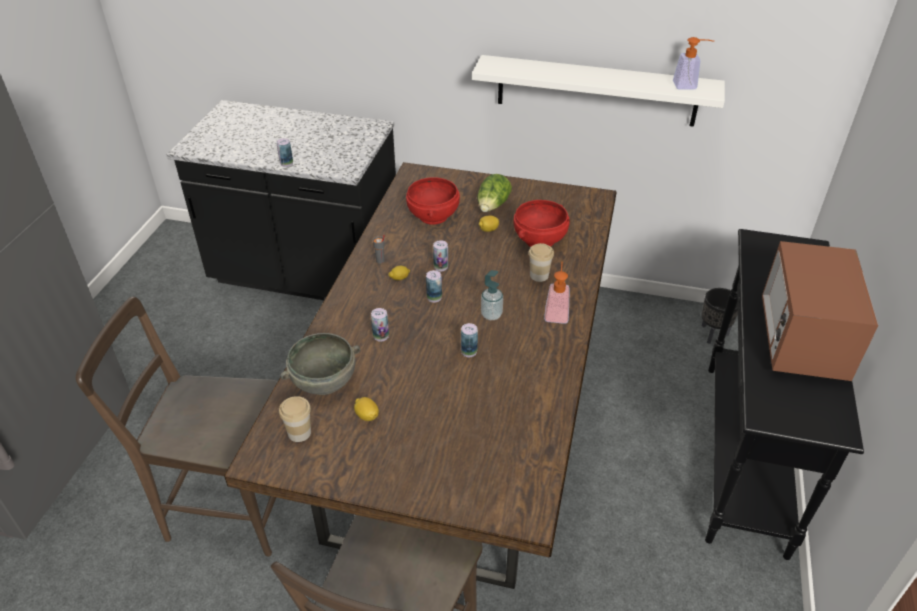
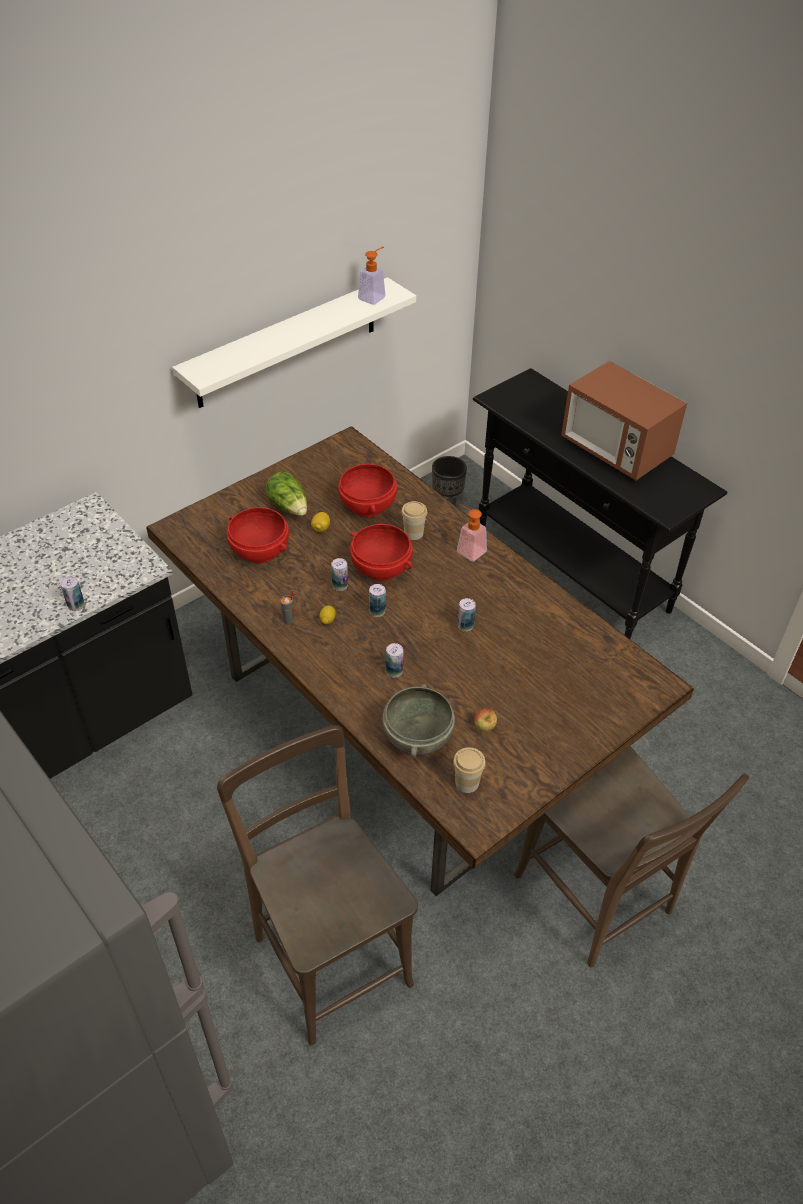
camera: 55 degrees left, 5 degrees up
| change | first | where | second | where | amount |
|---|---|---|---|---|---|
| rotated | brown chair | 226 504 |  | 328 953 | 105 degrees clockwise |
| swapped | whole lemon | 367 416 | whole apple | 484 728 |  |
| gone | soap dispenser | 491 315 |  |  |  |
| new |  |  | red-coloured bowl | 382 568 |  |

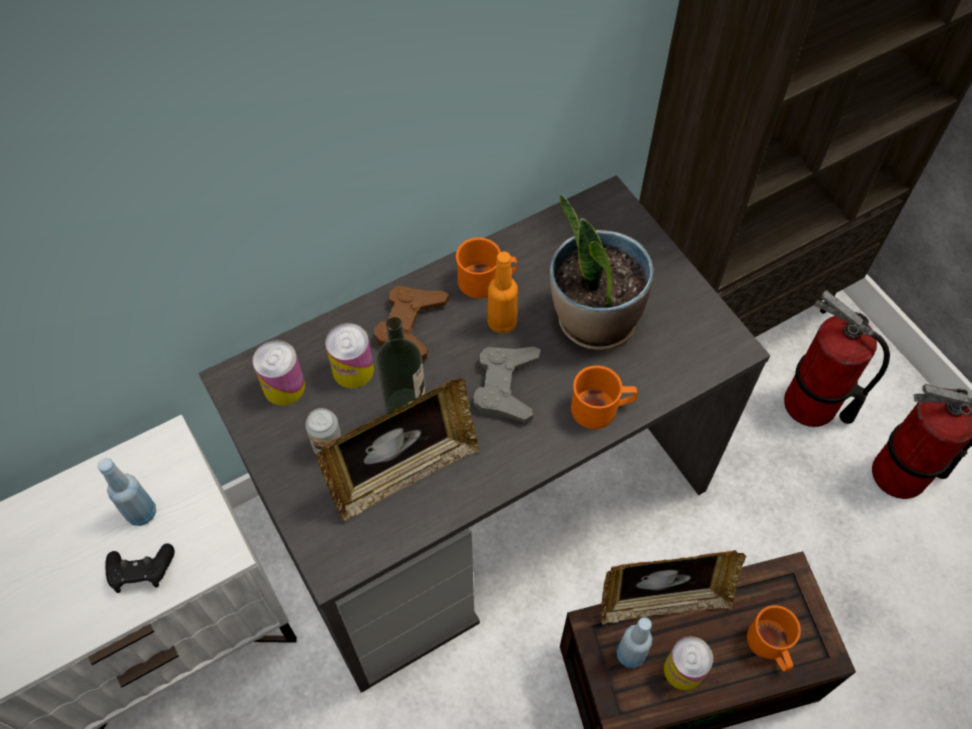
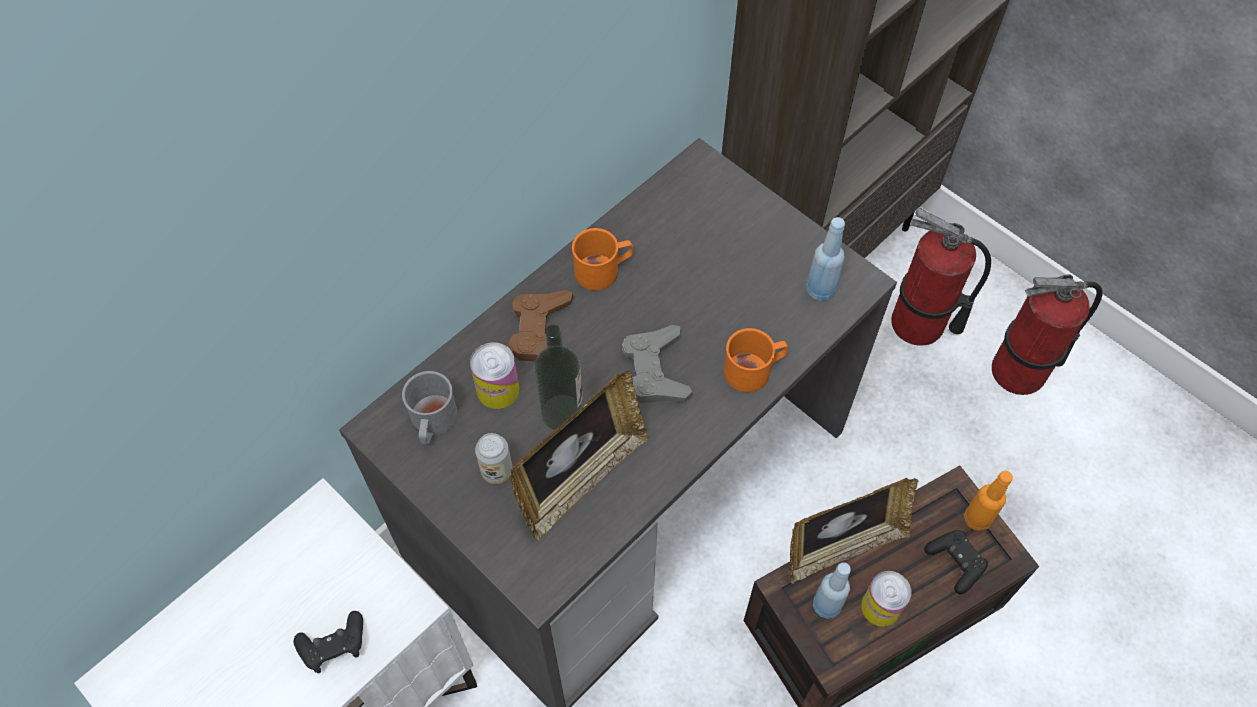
camera: 15 degrees left, 0 degrees up
| change | first | where | second | where | amount |
|---|---|---|---|---|---|
| shifted | blue-coloured bottle | 141 512 |  | 820 290 |  |
| swapped | metal can | 284 387 | gray tea mug | 433 423 |  |
| shifted | orangey bottle | 502 322 |  | 977 519 |  |
| gone | potted plant | 594 320 |  |  |  |
| swapped | orangey tea mug | 770 646 | black-coloured joypad | 955 563 |  |

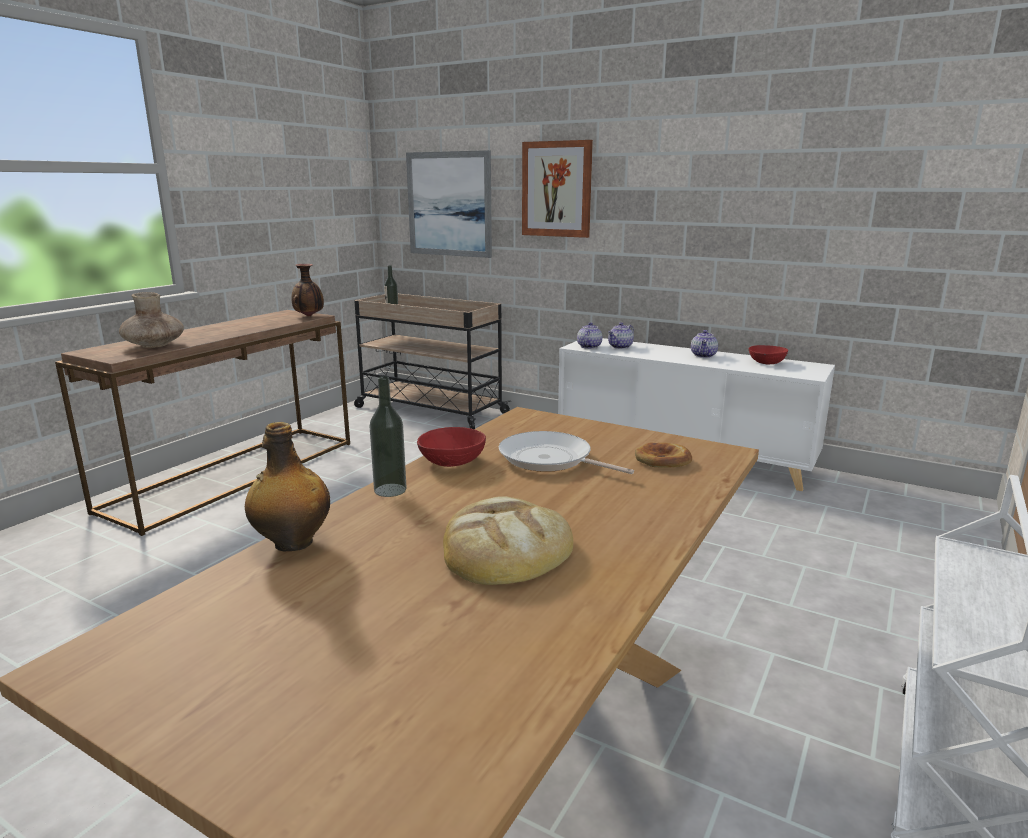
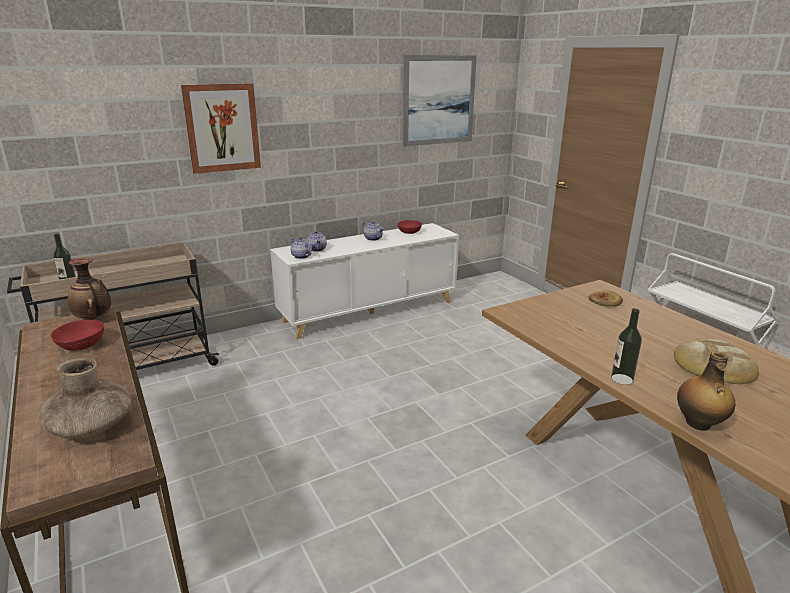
camera: 60 degrees left, 5 degrees up
| change | first | where | second | where | amount |
|---|---|---|---|---|---|
| shifted | wall picture | 449 204 |  | 439 100 |  |
| shifted | red-coloured bowl | 453 461 |  | 82 345 |  |
| gone | frying pan | 549 460 |  |  |  |

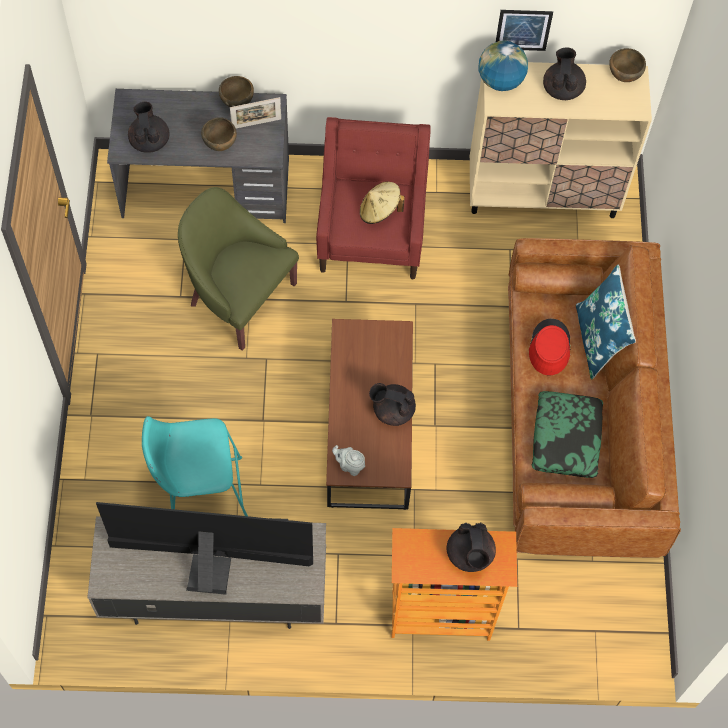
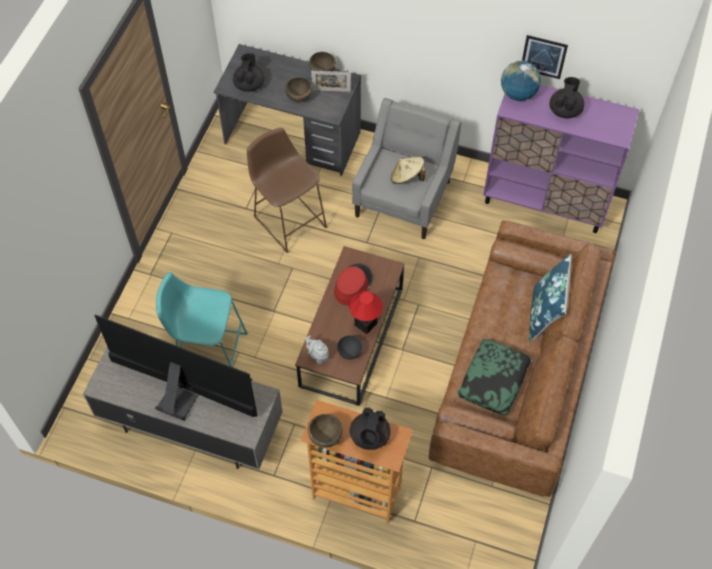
camera: 20 degrees right, 5 degrees down
| change | first | where | second | where | amount |
|---|---|---|---|---|---|
| swapped | green-coloured easy chair | 238 297 | brown sitting stool | 288 219 |  |
| repainted | red-coloured easy chair | 371 231 | gray easy chair | 404 197 |  |
| swapped | black-coloured teapot | 392 410 | table lamp | 365 324 |  |
| repainted | sand-coloured cupboard | 543 193 | purplish cupboard | 545 202 |  |
| shifted | red-coloured hat | 549 347 |  | 353 285 |  |
| shifted | brown bowl | 623 76 |  | 325 438 |  |
| new |  |  | gray bowl | 349 352 |  |

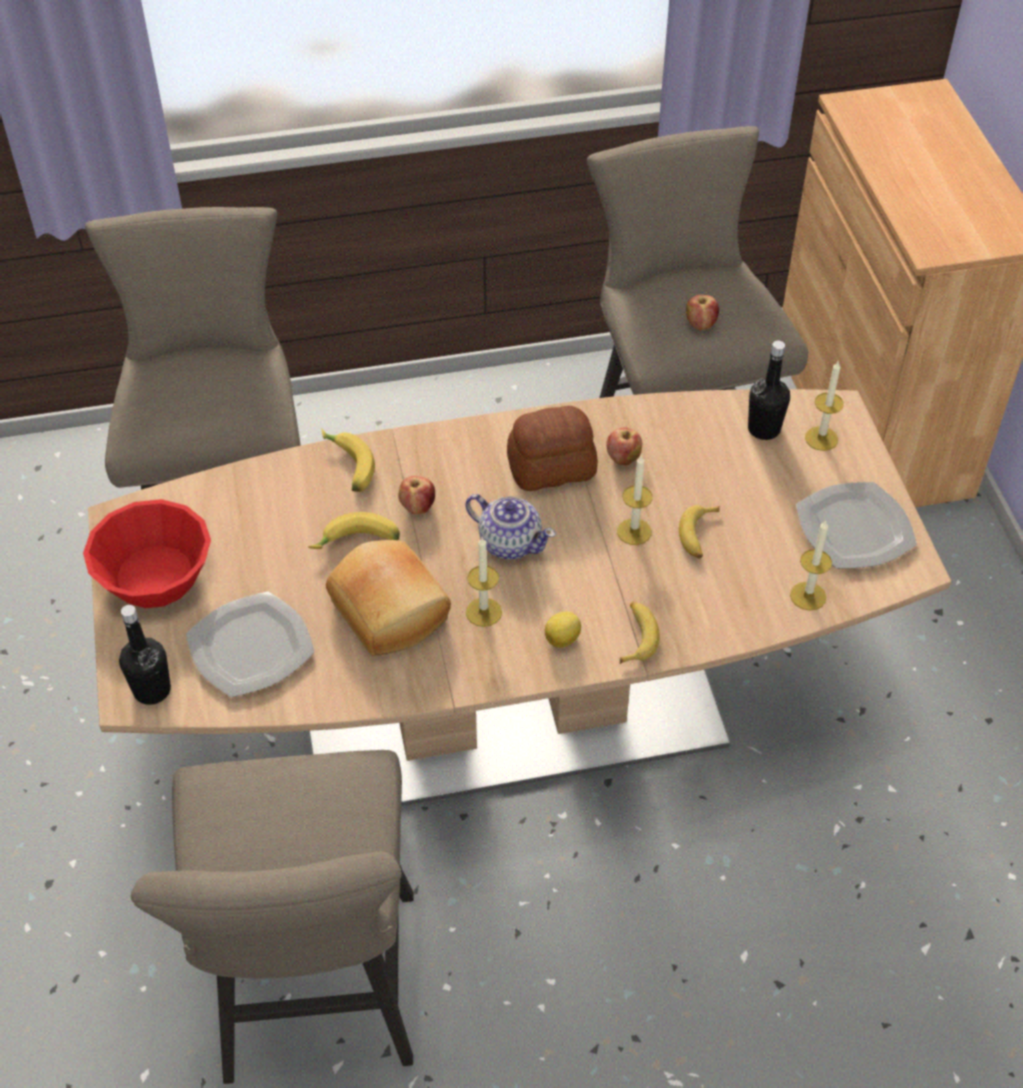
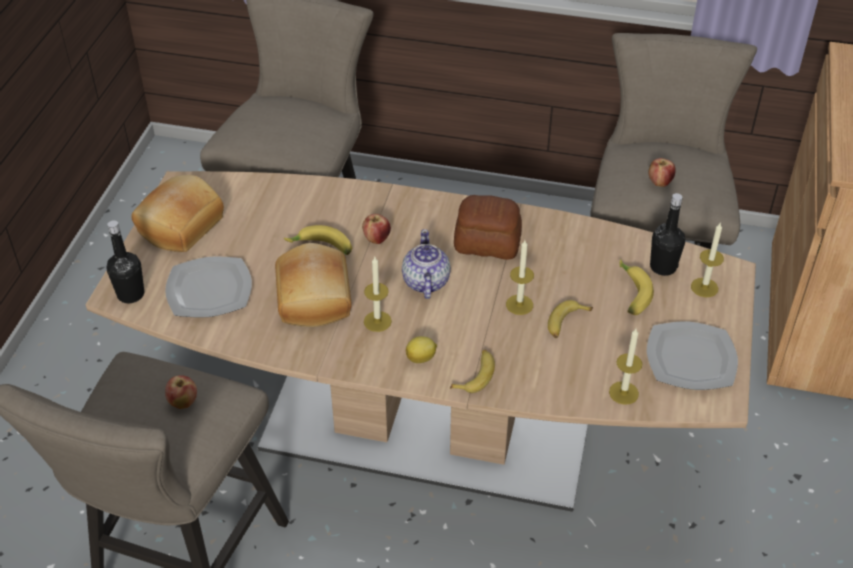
camera: 25 degrees right, 5 degrees down
| change | first | where | second | where | amount |
|---|---|---|---|---|---|
| swapped | red-coloured bowl | 154 575 | bread | 179 225 |  |
| shifted | banana fruit | 347 467 |  | 630 293 |  |
| rotated | teapot | 509 542 |  | 425 282 | 150 degrees counterclockwise |
| shifted | whole apple | 623 459 |  | 183 402 |  |

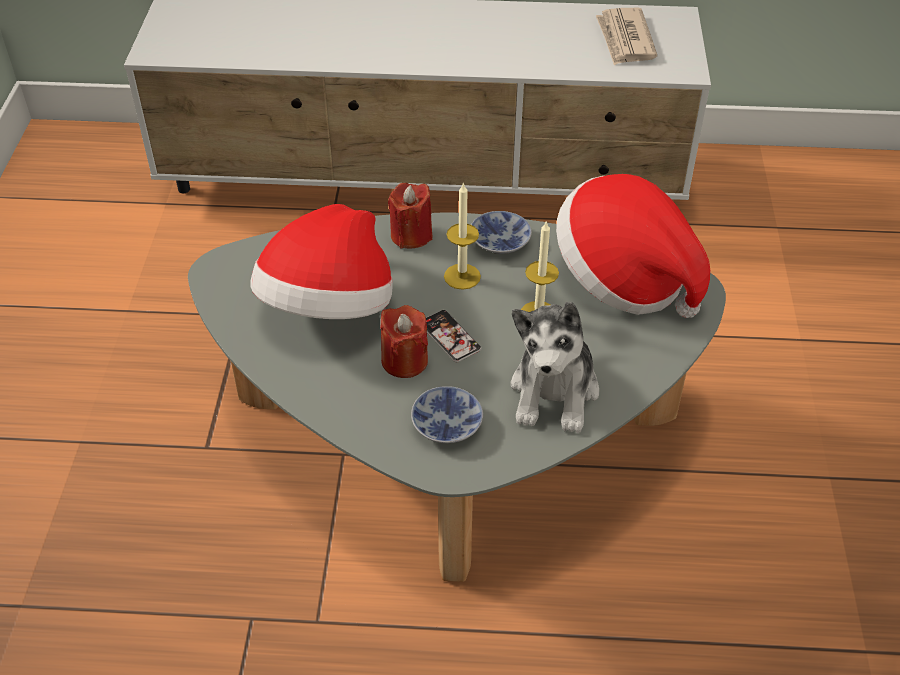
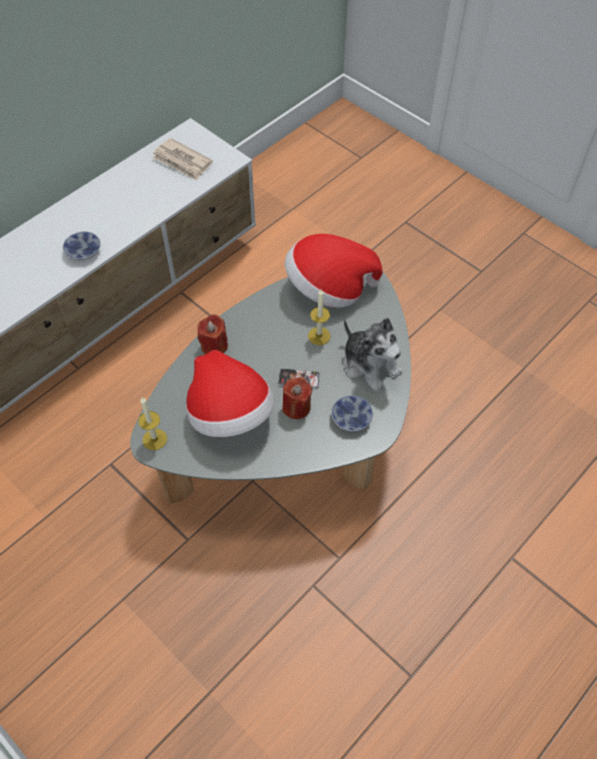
camera: 50 degrees left, 10 degrees up
| change | first | where | second | where | amount |
|---|---|---|---|---|---|
| shifted | candle | 462 276 |  | 154 439 |  |
| shifted | bowl | 498 242 |  | 83 252 |  |

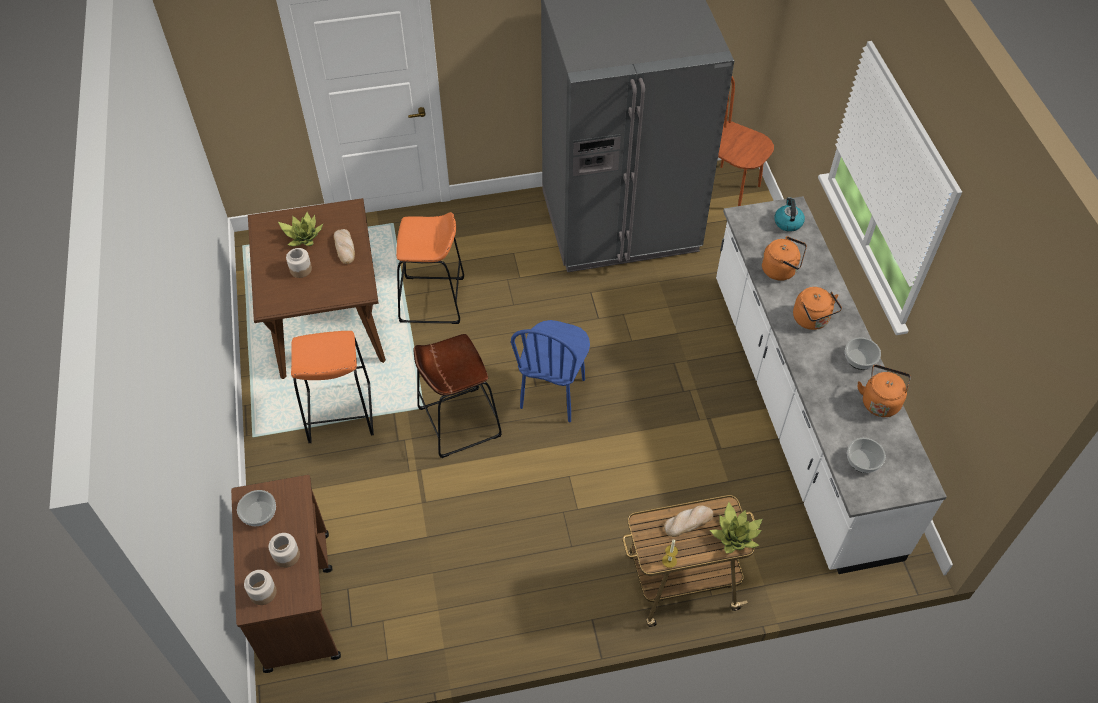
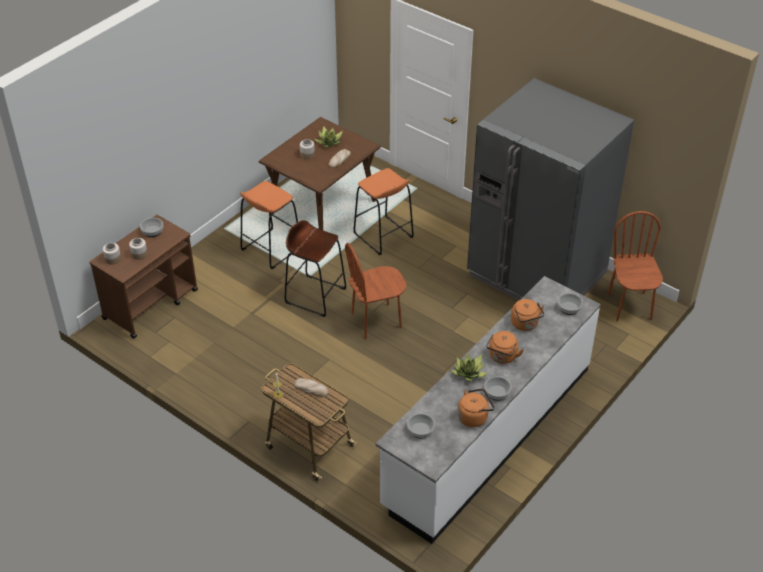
camera: 50 degrees right, 10 degrees down
| change | first | where | second | where | amount |
|---|---|---|---|---|---|
| repainted | blue-coloured chair | 553 394 | brown chair | 376 320 |  |
| shifted | potted plant | 735 535 |  | 469 373 |  |
| swapped | tea kettle | 788 222 | bowl | 569 308 |  |

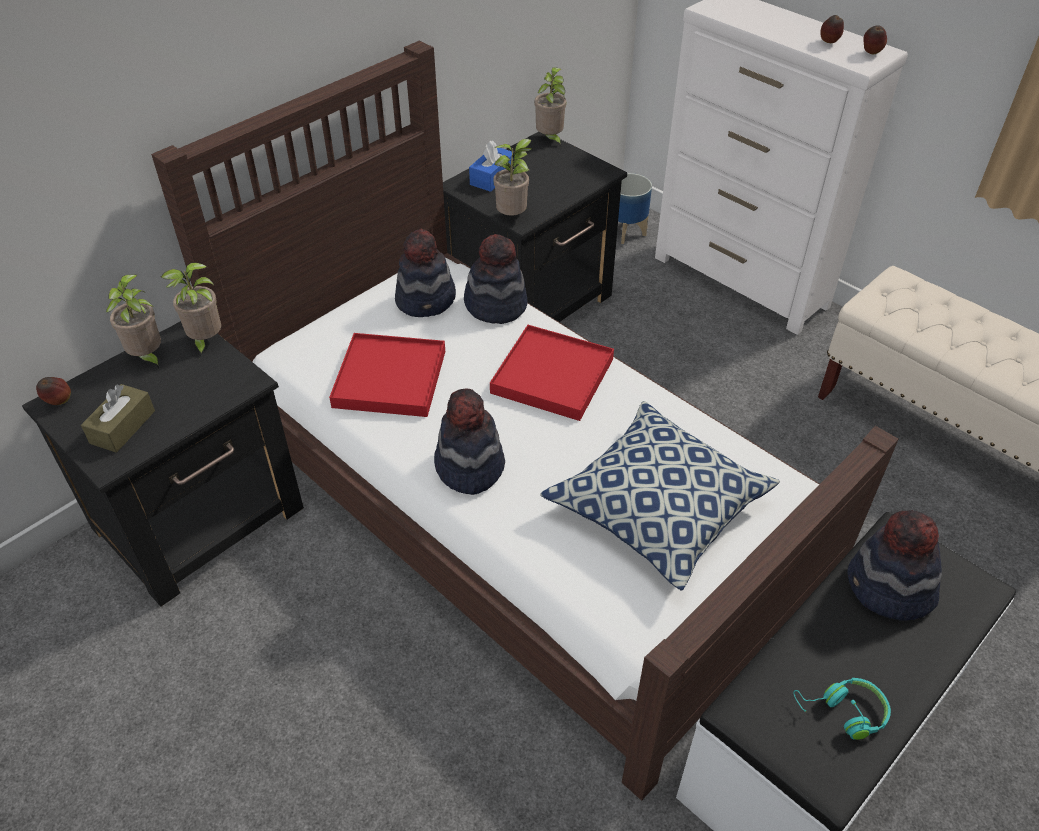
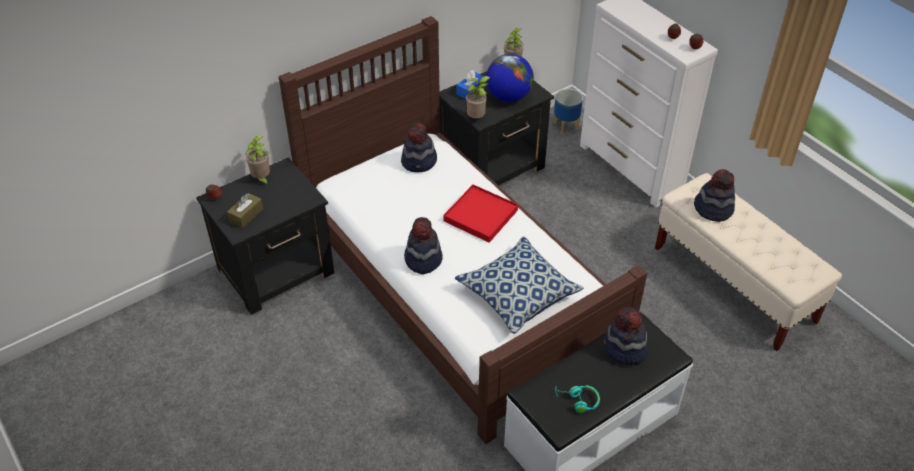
camera: 10 degrees right, 0 degrees up
| change | first | where | second | where | amount |
|---|---|---|---|---|---|
| gone | potted plant | 205 342 |  |  |  |
| gone | red-coloured carrying tray | 389 378 |  |  |  |
| shifted | hat | 496 305 |  | 713 209 |  |
| new |  |  | world globe | 508 96 |  |

